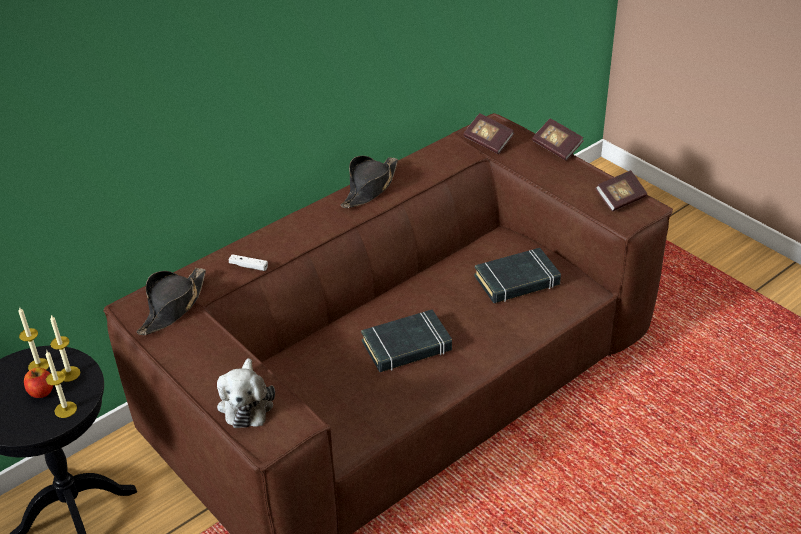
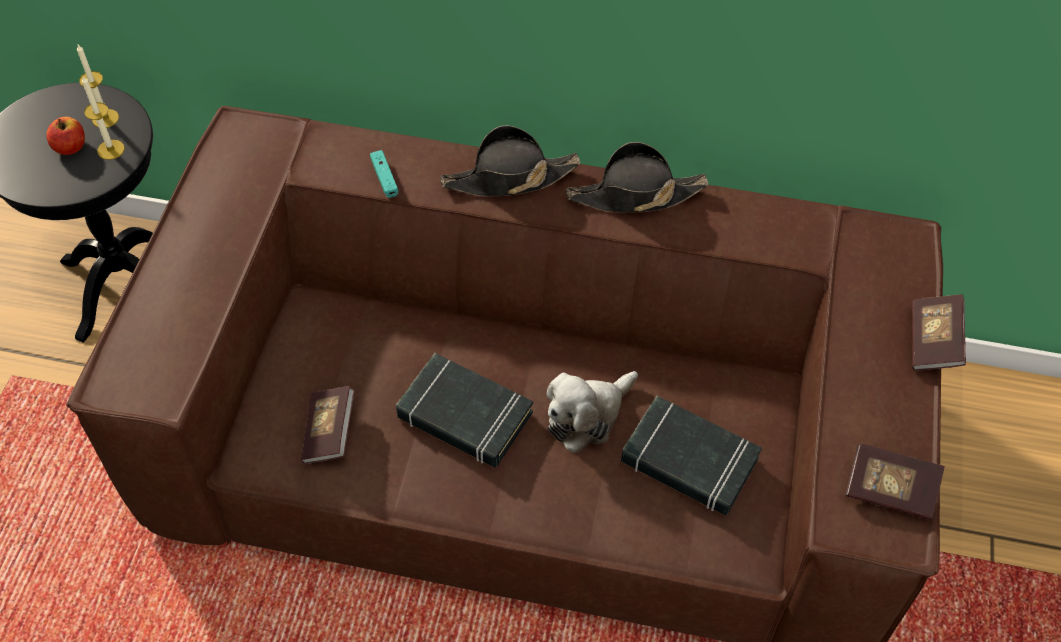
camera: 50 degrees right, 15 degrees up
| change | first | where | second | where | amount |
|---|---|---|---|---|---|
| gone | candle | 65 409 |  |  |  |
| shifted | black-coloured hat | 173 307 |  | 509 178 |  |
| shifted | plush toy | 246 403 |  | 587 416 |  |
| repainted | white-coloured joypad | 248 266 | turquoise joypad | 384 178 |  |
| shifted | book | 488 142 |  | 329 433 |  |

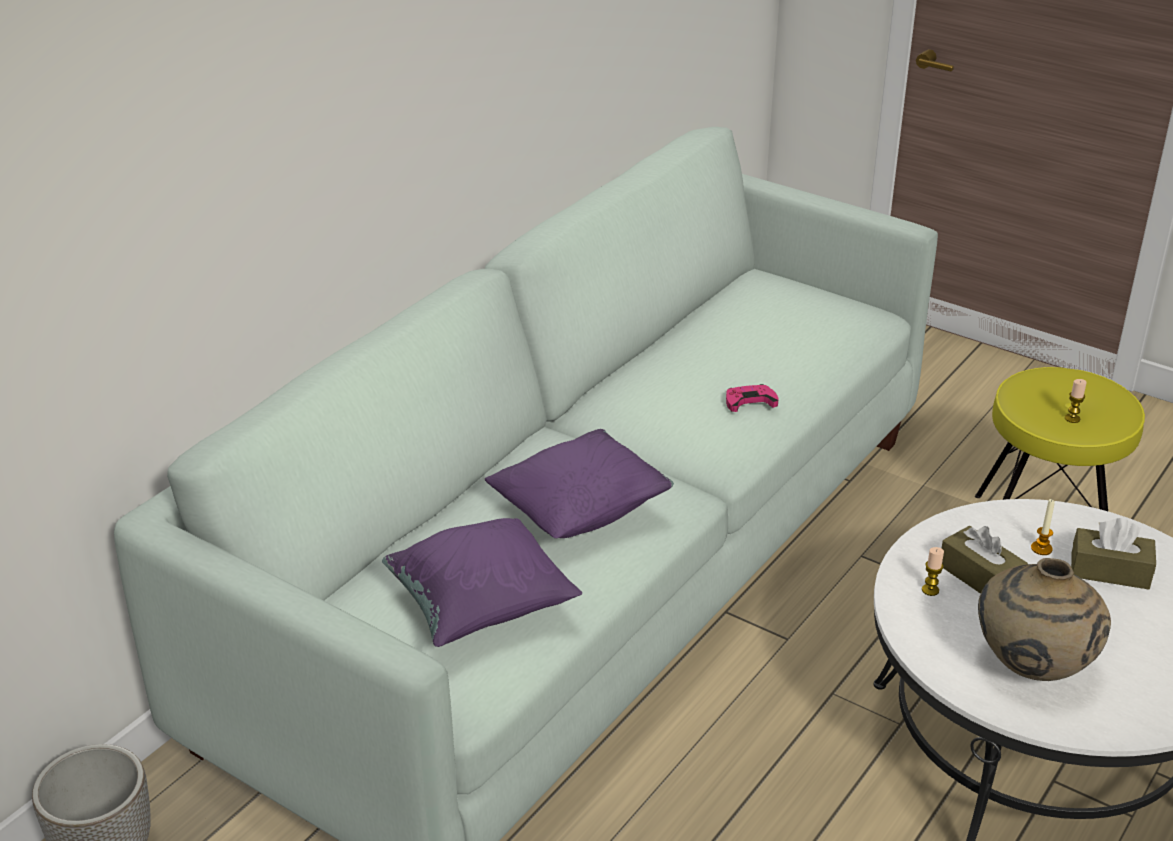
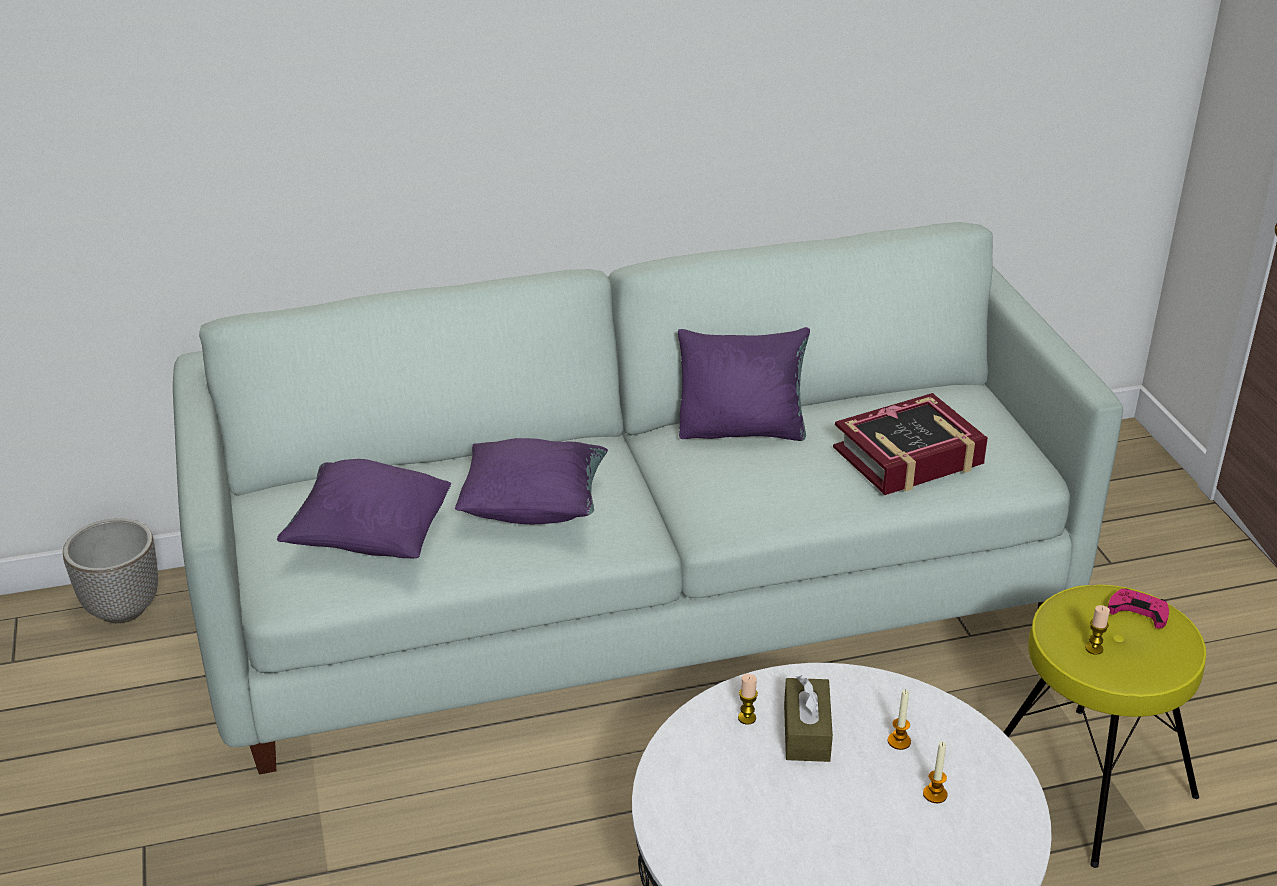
camera: 40 degrees right, 0 degrees up
| change | first | where | second | where | amount |
|---|---|---|---|---|---|
| shifted | pink-coloured joypad | 750 401 |  | 1138 611 |  |
| gone | sand-coloured flower vase | 1031 670 |  |  |  |
| swapped | brown tissue box | 1109 571 | candle | 935 794 |  |
| new |  |  | purplish throw pillow | 742 430 |  |
| new |  |  | book | 908 457 |  |

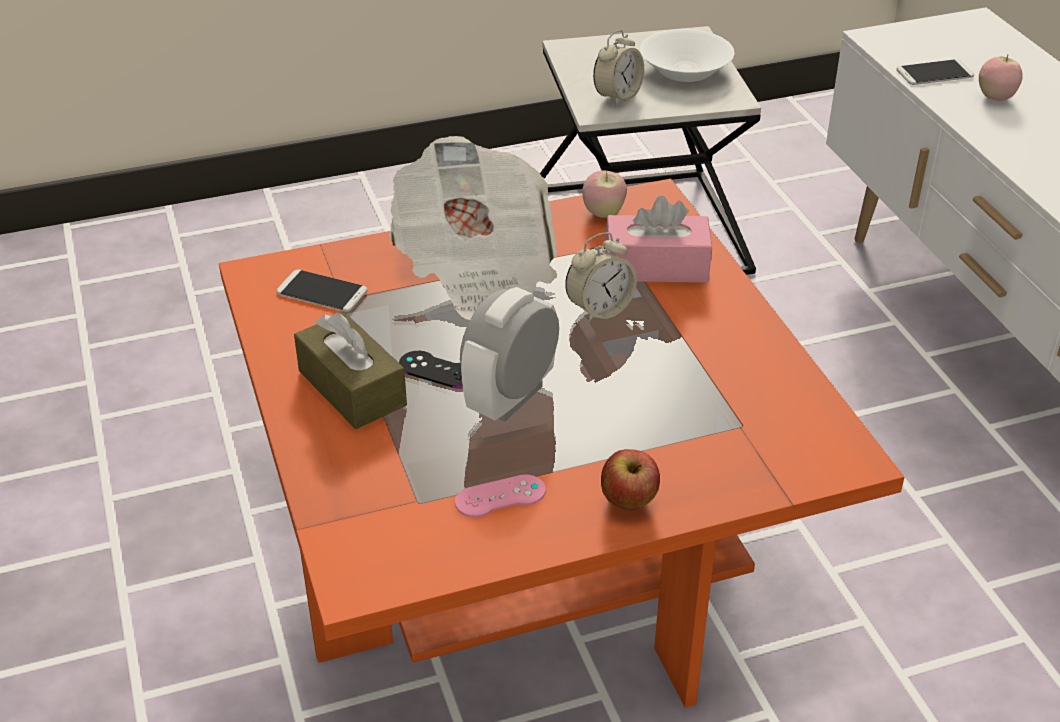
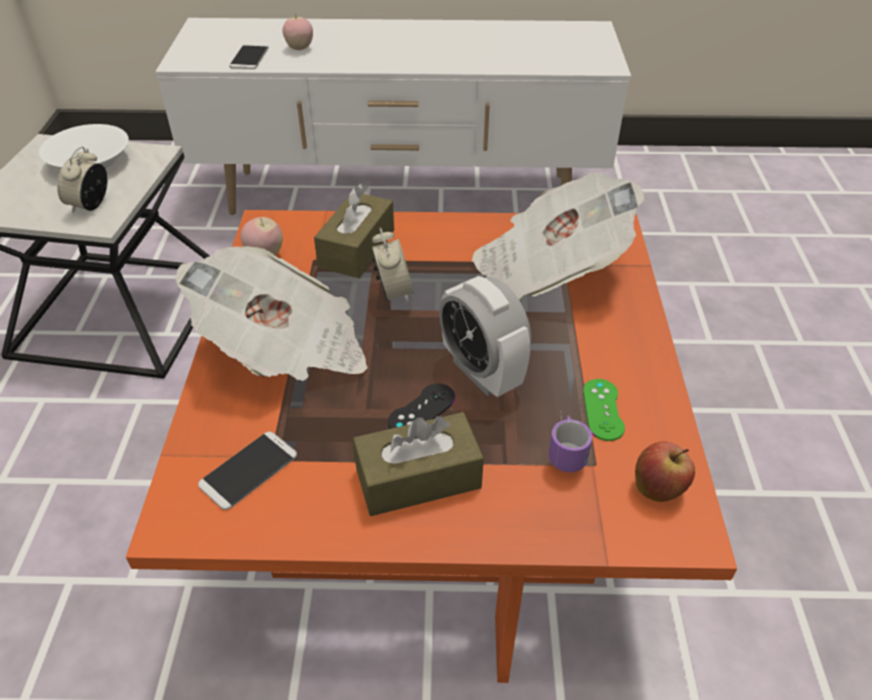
camera: 70 degrees left, 5 degrees up
| change | first | where | second | where | amount |
|---|---|---|---|---|---|
| repainted | pink-coloured joypad | 500 496 | green-coloured joypad | 603 409 |  |
| rotated | alarm clock | 617 96 |  | 91 205 | 135 degrees counterclockwise |
| shifted | whole apple | 628 502 |  | 658 489 |  |
| repainted | pink-coloured tissue box | 656 266 | brown tissue box | 357 249 |  |
| new |  |  | printed paper | 549 268 |  |
| new |  |  | tea mug | 564 446 |  |

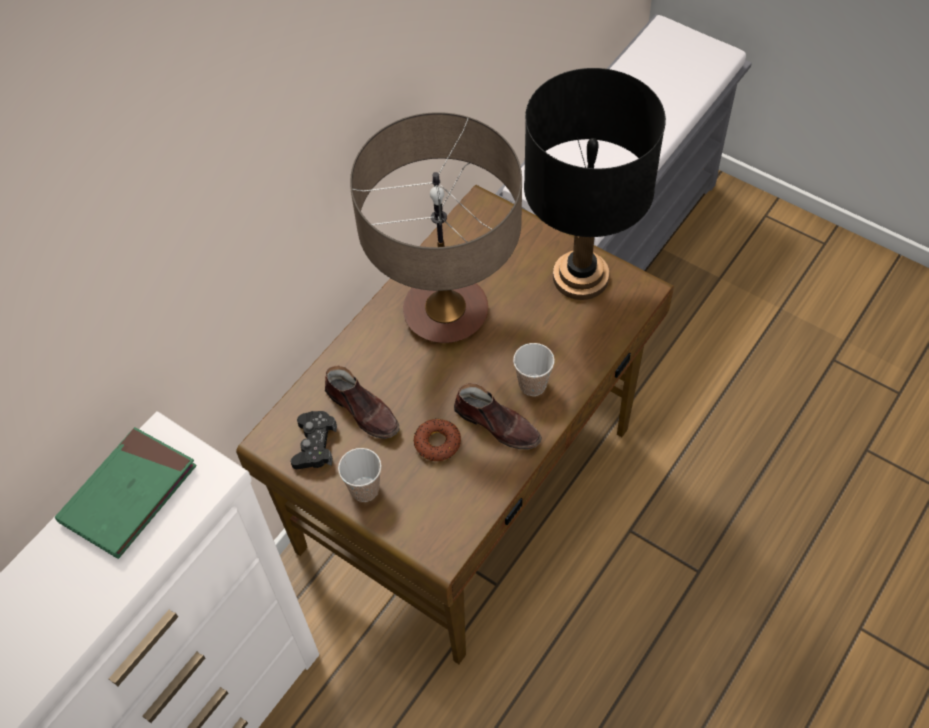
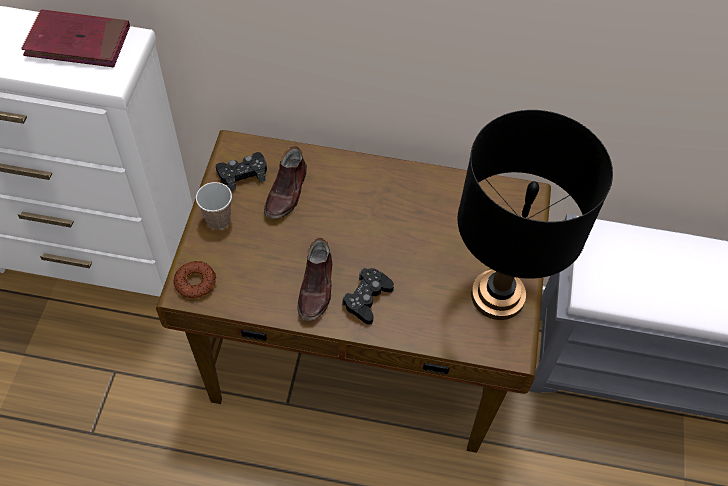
camera: 60 degrees right, 0 degrees up
| change | first | where | second | where | amount |
|---|---|---|---|---|---|
| repainted | green-coloured book | 129 494 | red-coloured book | 78 42 |  |
| gone | table lamp | 446 313 |  |  |  |
| shifted | ring doughnut | 437 443 |  | 195 282 |  |
| swapped | small cup | 532 385 | black-coloured joypad | 367 298 |  |

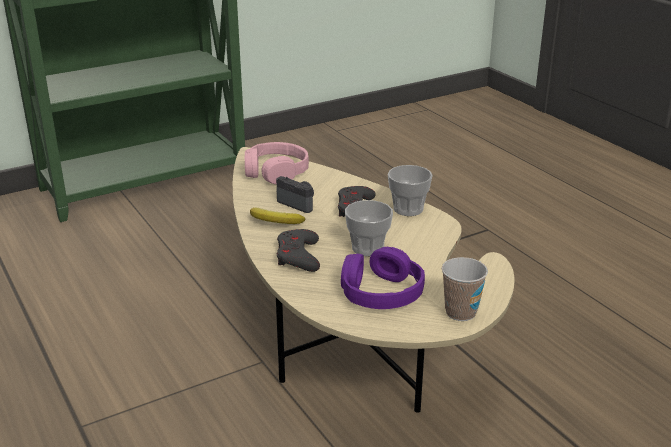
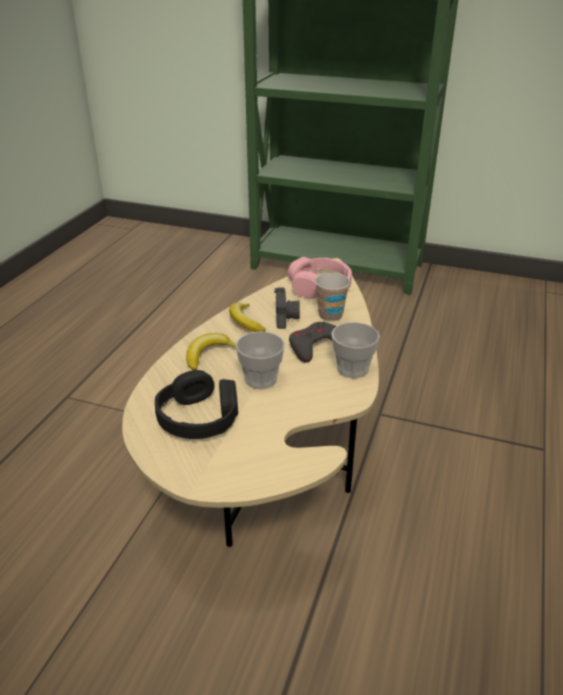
camera: 50 degrees right, 5 degrees up
| change | first | where | second | where | amount |
|---|---|---|---|---|---|
| swapped | gray joypad | 298 256 | banana fruit | 208 355 |  |
| repainted | purplish headset | 381 292 | black-coloured headset | 199 417 |  |
| shifted | small cup | 460 312 |  | 330 315 |  |

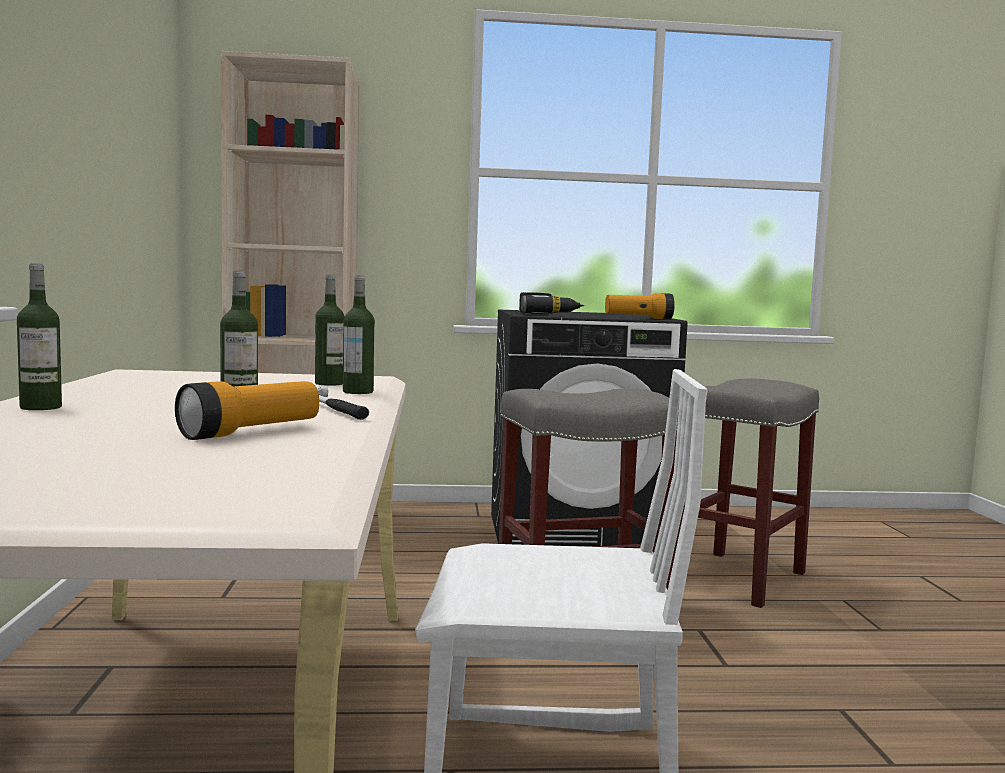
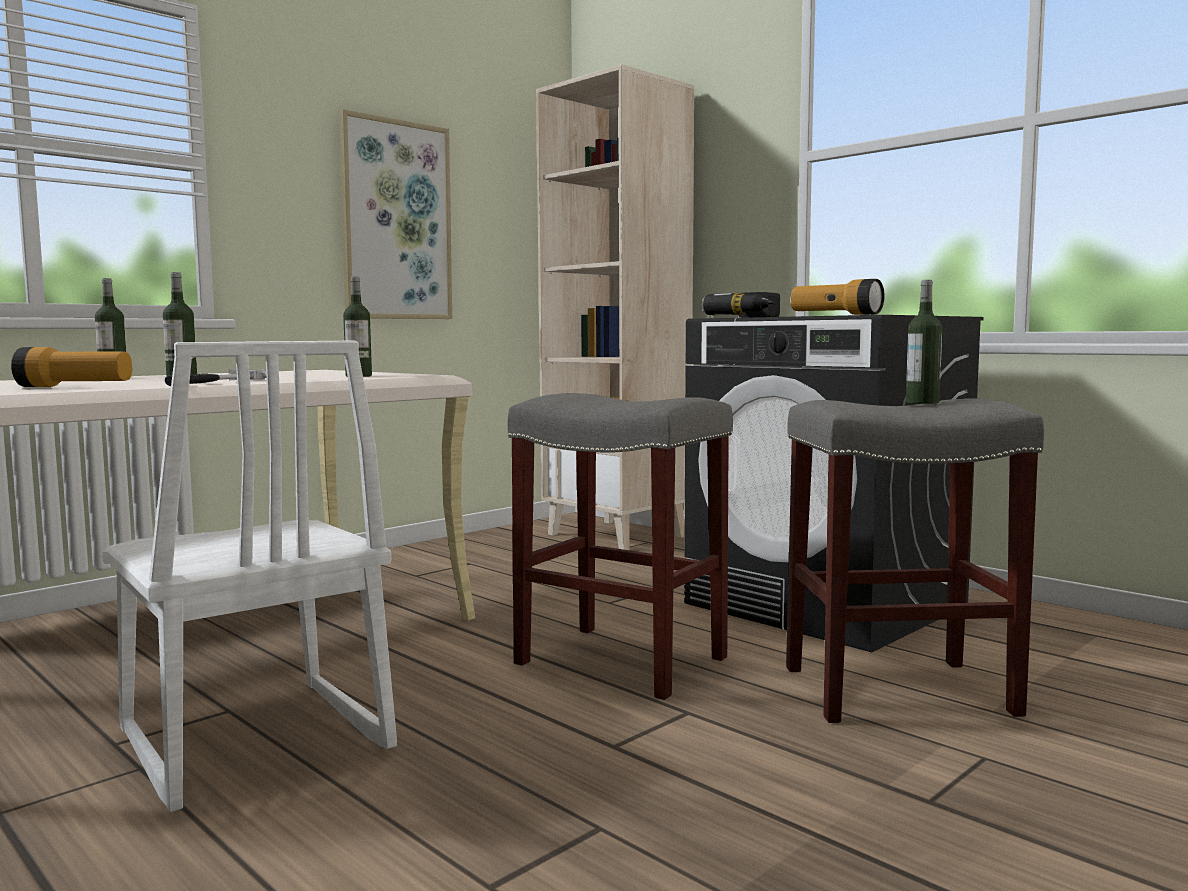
camera: 50 degrees right, 0 degrees up
| change | first | where | second | where | amount |
|---|---|---|---|---|---|
| shifted | bottle | 358 392 |  | 922 402 |  |
| new |  |  | wall picture | 396 221 |  |

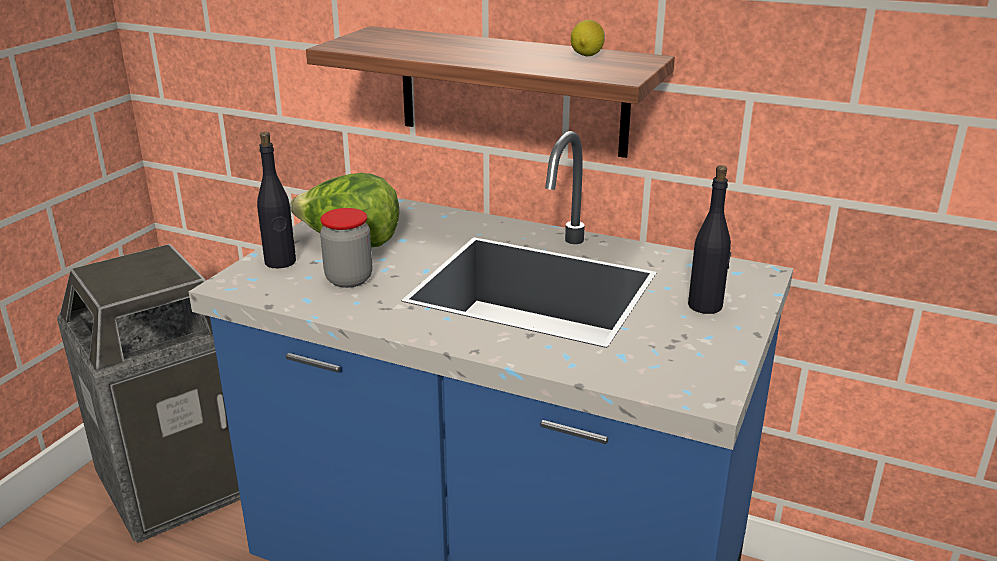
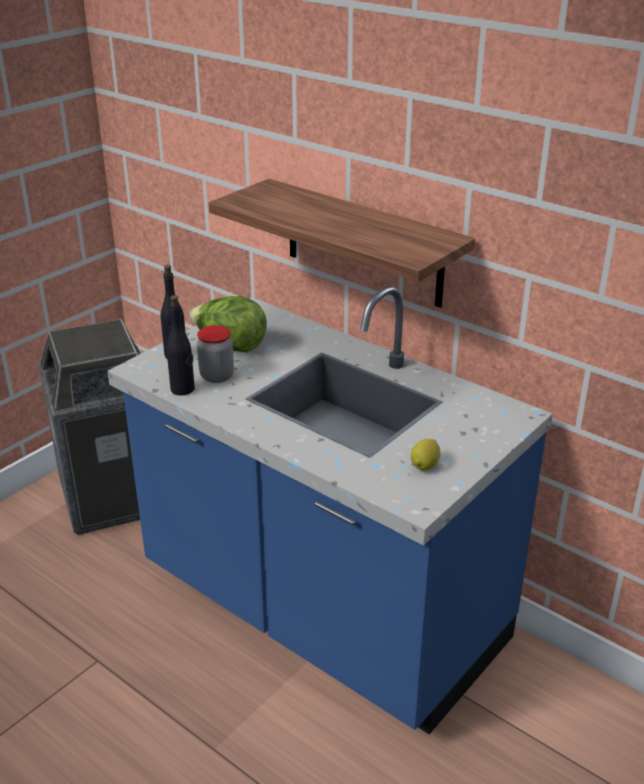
camera: 15 degrees right, 5 degrees up
| change | first | where | second | where | amount |
|---|---|---|---|---|---|
| shifted | whole lemon | 587 55 |  | 425 465 |  |
| shifted | black-coloured bottle | 705 306 |  | 183 389 |  |

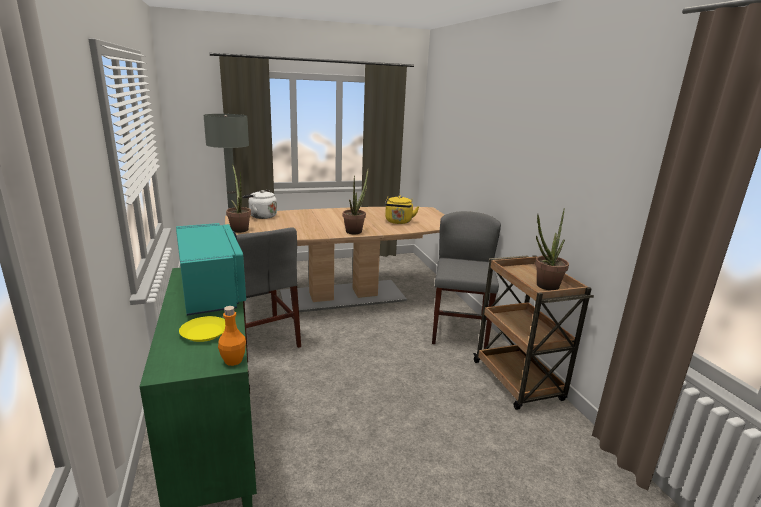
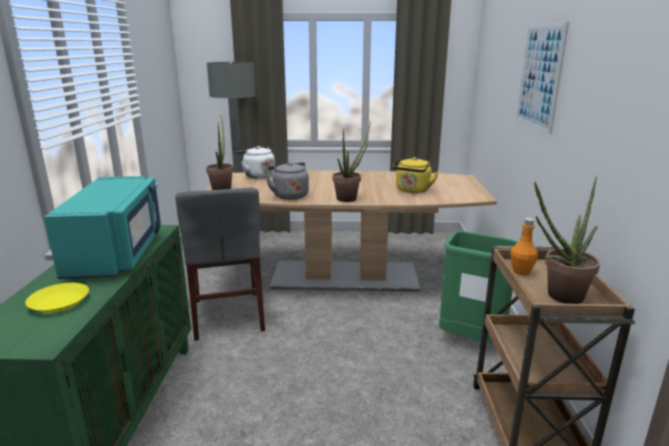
camera: 20 degrees right, 0 degrees up
| change | first | where | second | where | amount |
|---|---|---|---|---|---|
| shifted | orangey bottle | 233 361 |  | 521 271 |  |
| swapped | gray chair | 459 331 | green-coloured rubbish bin | 471 340 |  |
| new |  |  | gray tea kettle | 289 195 |  |
| new |  |  | wall picture | 540 76 |  |

